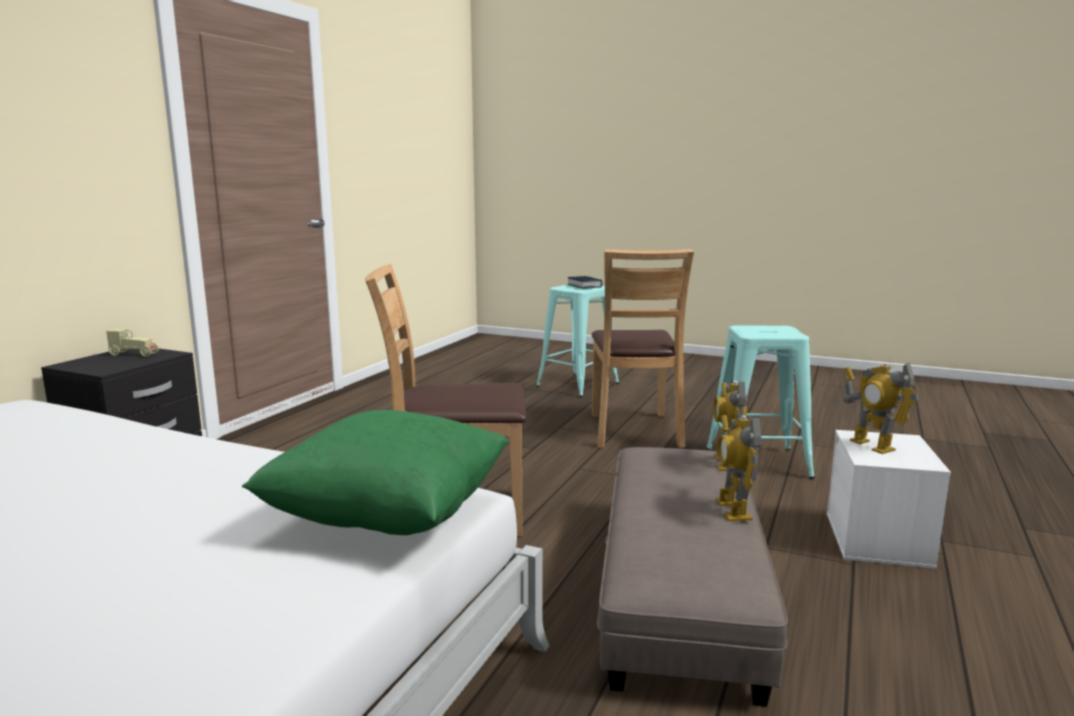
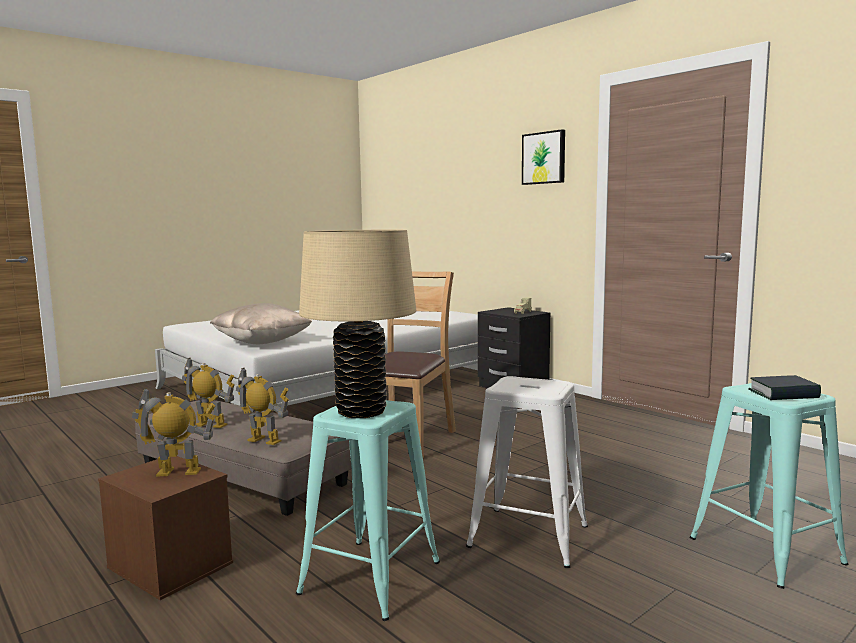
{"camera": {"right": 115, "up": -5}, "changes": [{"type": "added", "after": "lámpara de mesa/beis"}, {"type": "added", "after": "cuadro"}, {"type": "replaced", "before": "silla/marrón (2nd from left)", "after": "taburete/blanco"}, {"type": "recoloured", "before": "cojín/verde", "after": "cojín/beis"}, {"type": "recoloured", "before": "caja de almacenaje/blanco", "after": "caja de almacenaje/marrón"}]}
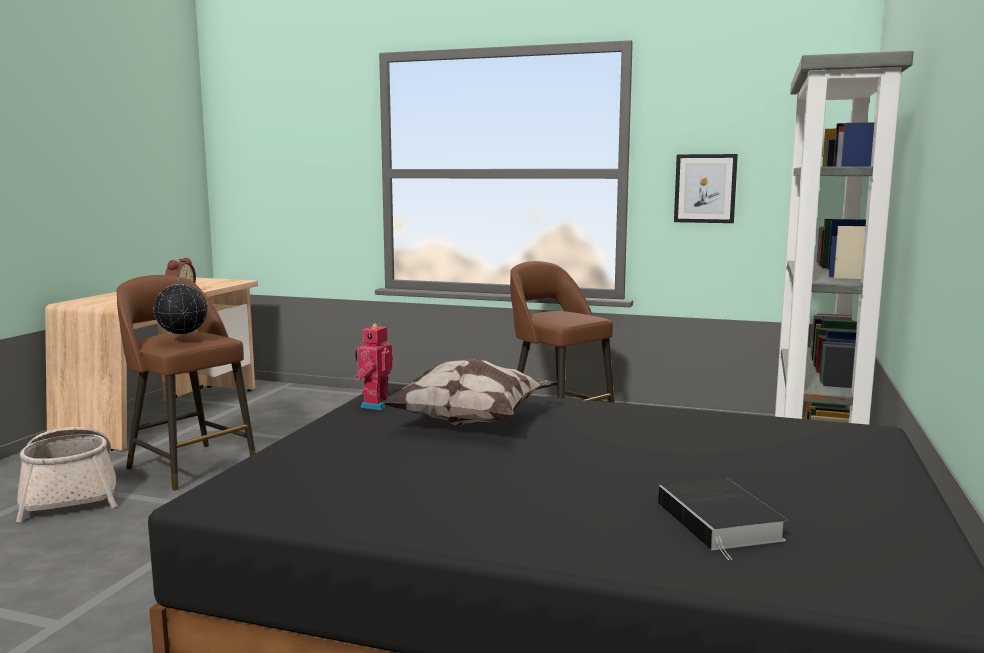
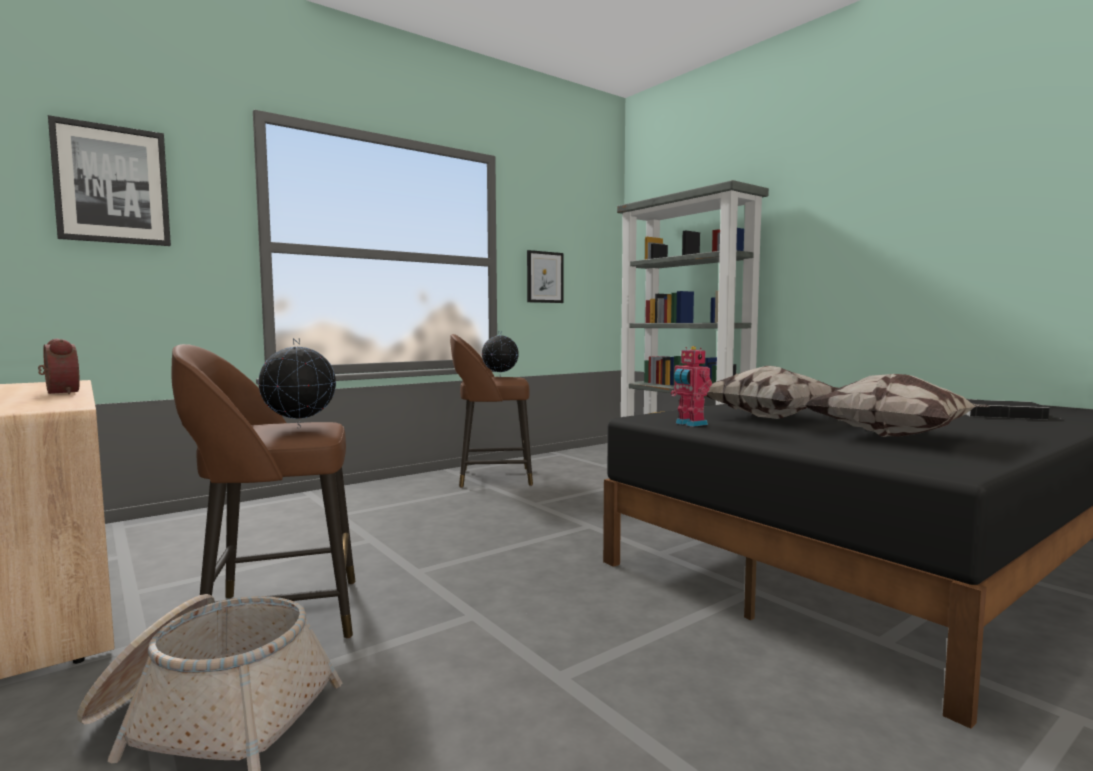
{"camera": {"right": -55, "up": -5}, "changes": [{"type": "added", "after": "cuadro (1st from left)"}, {"type": "added", "after": "globo terráqueo (2nd from left)"}, {"type": "added", "after": "cojín (2nd from left)"}]}
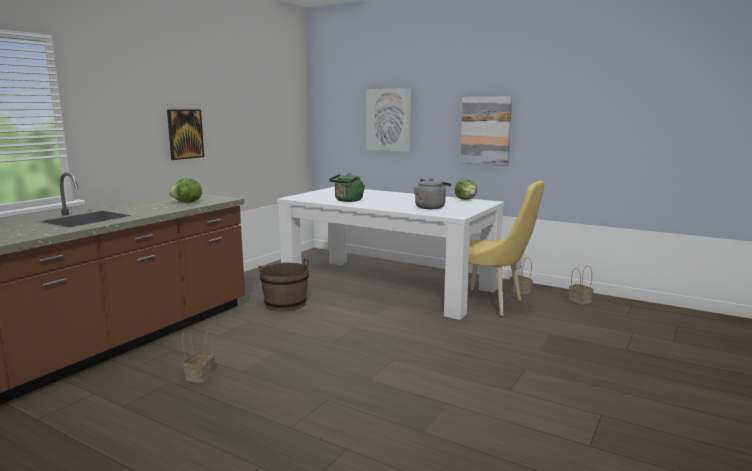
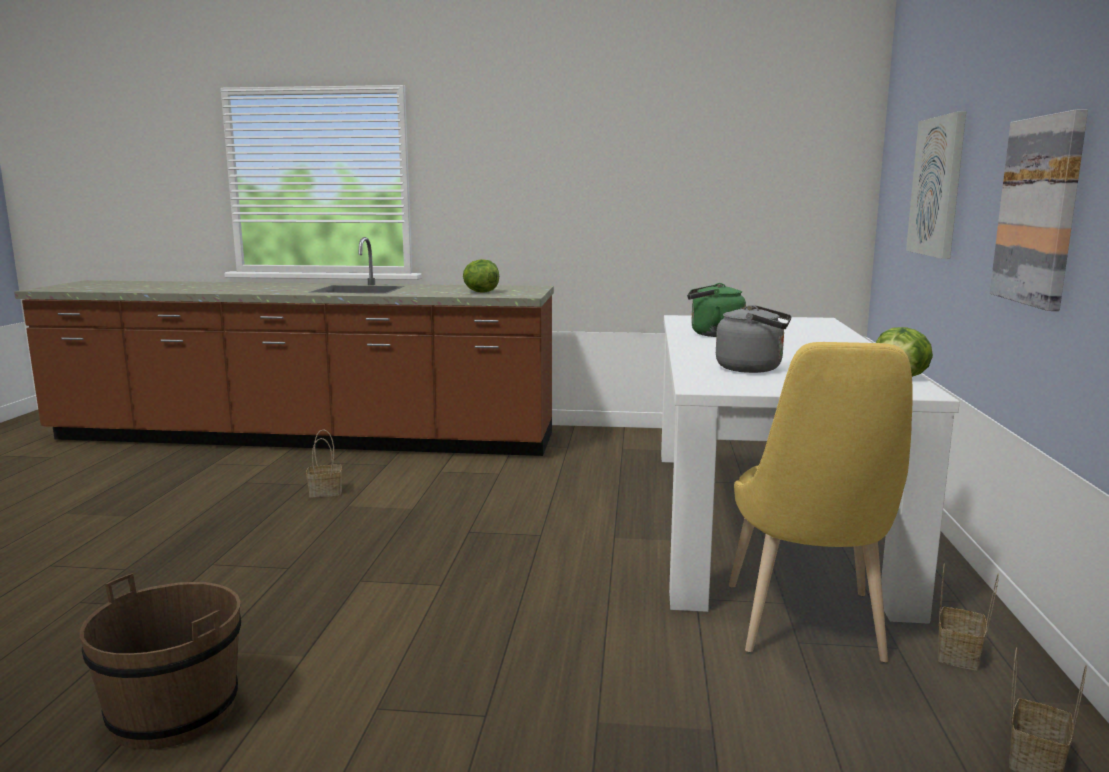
{"camera": {"right": 65, "up": 0}, "changes": [{"type": "removed", "before": "cuadro (1st from left)"}, {"type": "moved", "before": "cubo/marrón"}]}
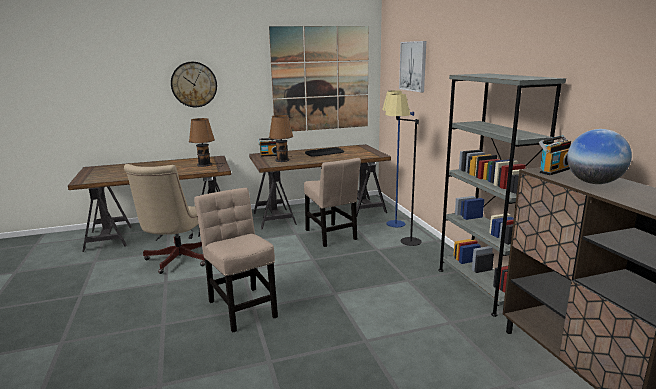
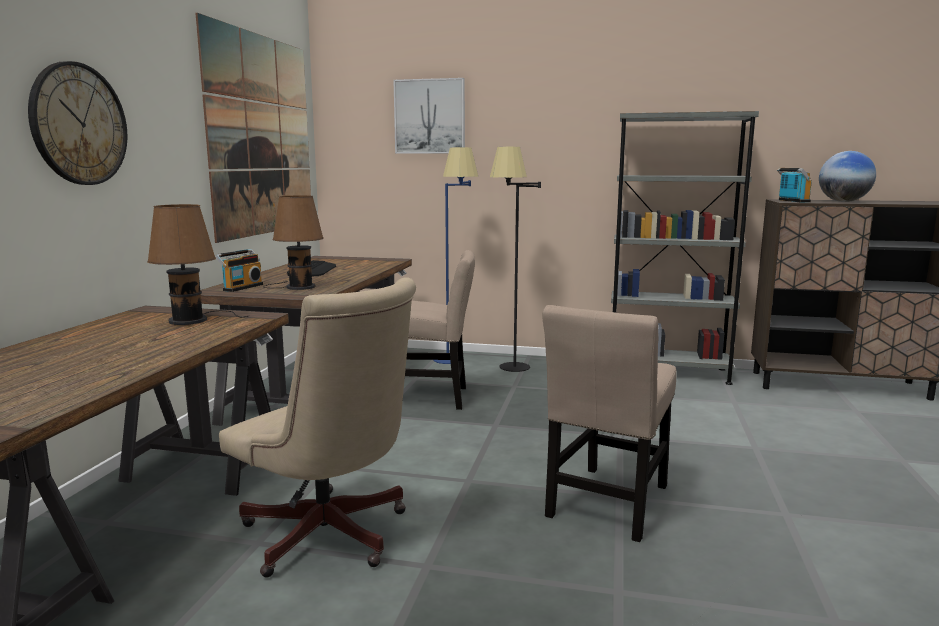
{"camera": {"right": -60, "up": -5}, "changes": [{"type": "turned", "before": "silla/beis (1st from left in the first image)", "turn": -60}]}
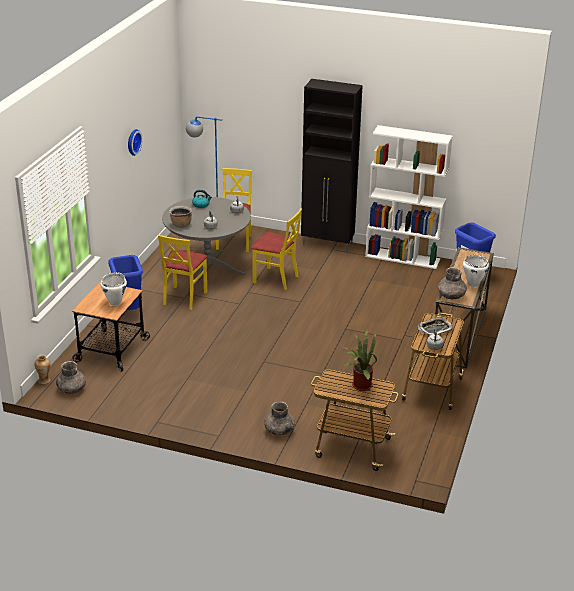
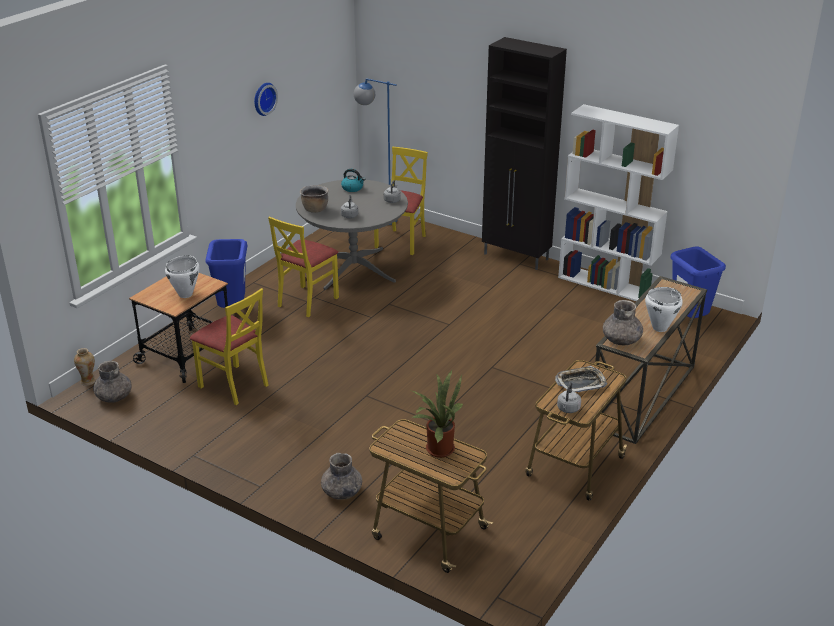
{"camera": {"right": 15, "up": 0}, "changes": [{"type": "moved", "before": "silla/amarillo (3rd from left in the first image)", "after": "silla/amarillo (1st from left)"}]}
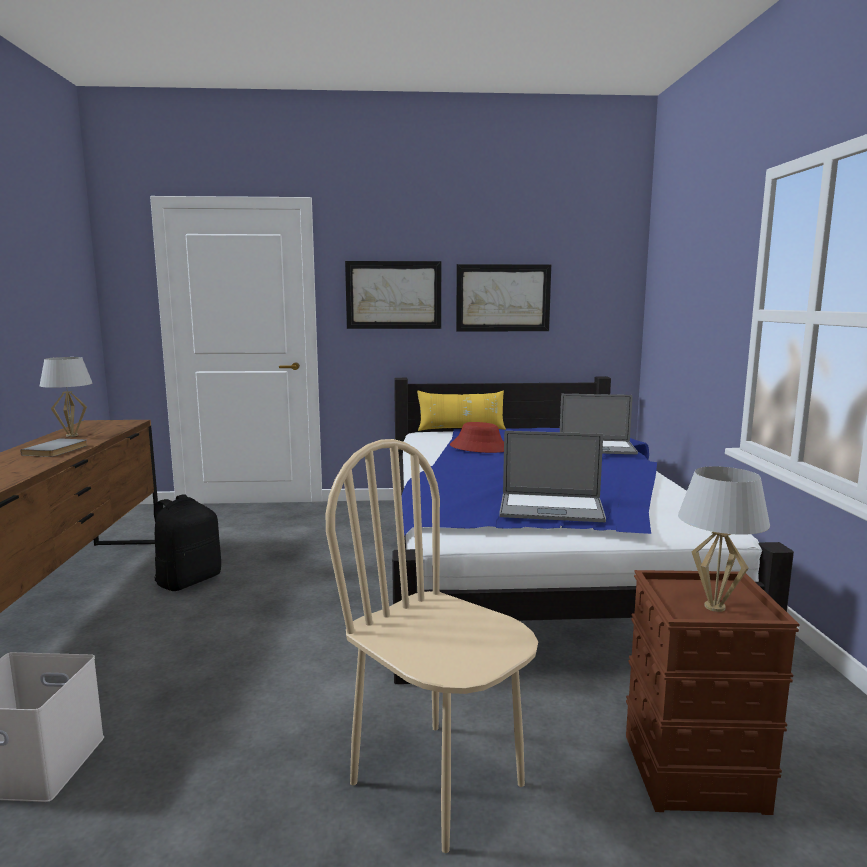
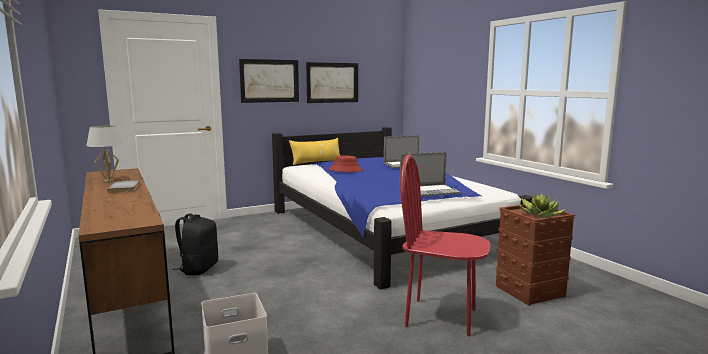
{"camera": {"right": -25, "up": 0}, "changes": [{"type": "replaced", "before": "lámpara de mesa/blanco (2nd from left)", "after": "planta en maceta"}, {"type": "recoloured", "before": "silla/beis", "after": "silla/rojo"}]}
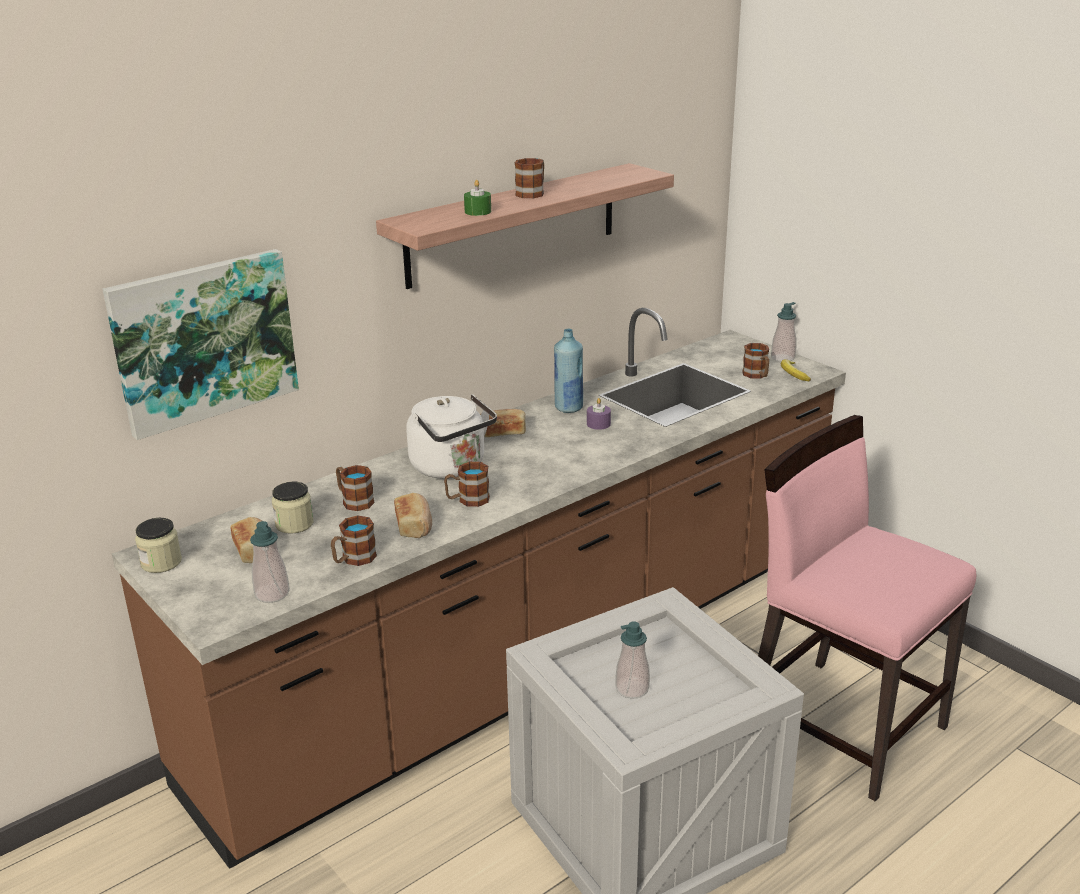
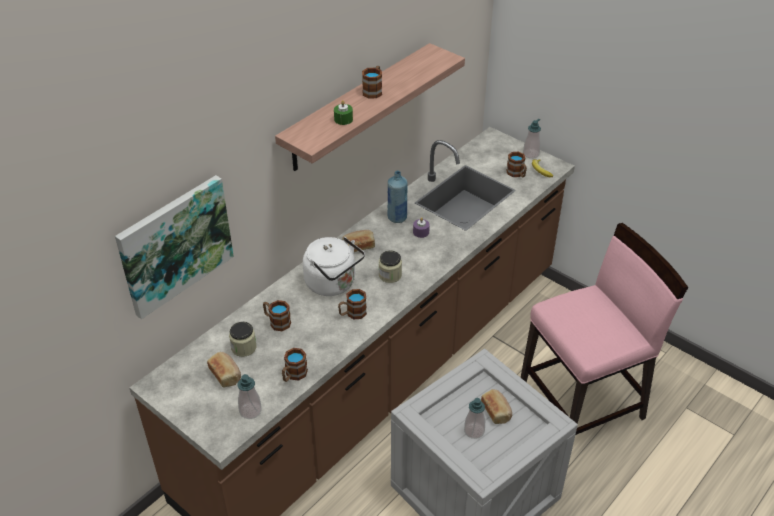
{"camera": {"right": -10, "up": 15}, "changes": [{"type": "moved", "before": "tarro (1st from left in the first image)", "after": "tarro (2nd from left)"}, {"type": "moved", "before": "pan (2nd from left in the first image)", "after": "pan (3rd from left)"}, {"type": "turned", "before": "silla/rosa", "turn": 120}]}
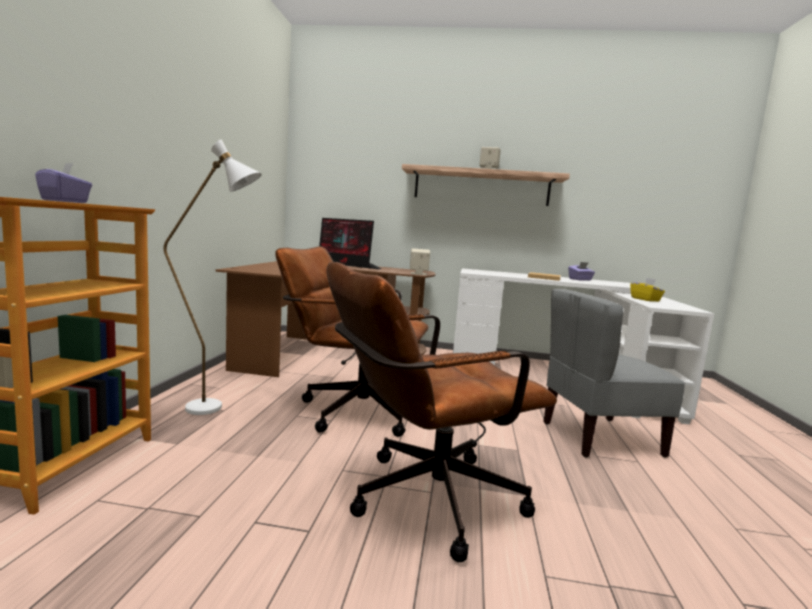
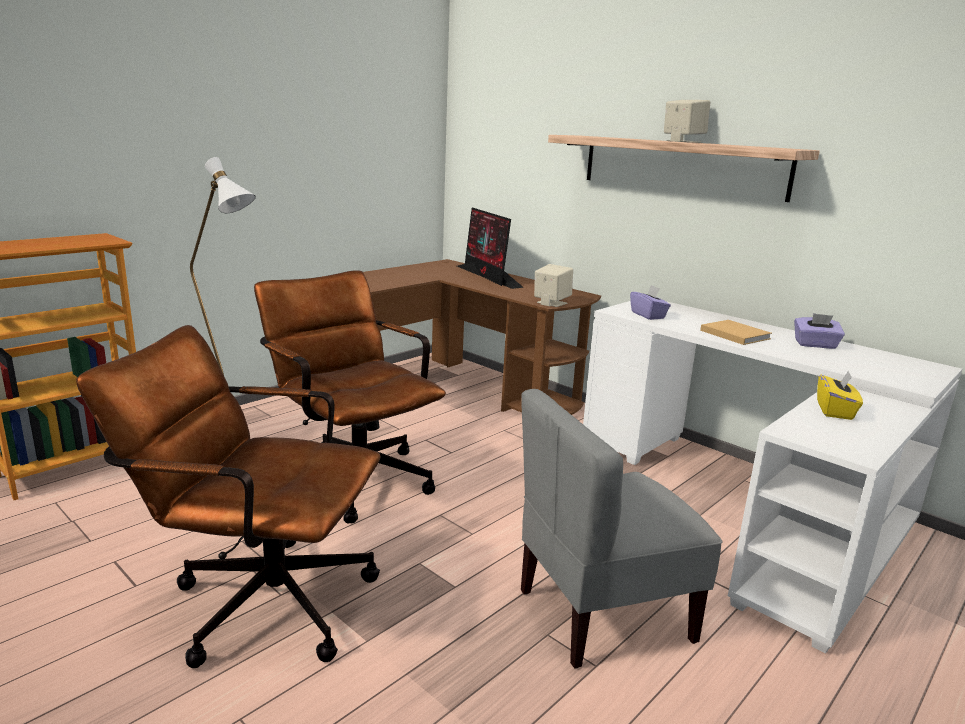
{"camera": {"right": 35, "up": 10}, "changes": [{"type": "moved", "before": "caja de pañuelos/morado (1st from left)"}, {"type": "turned", "before": "silla/gris", "turn": -45}]}
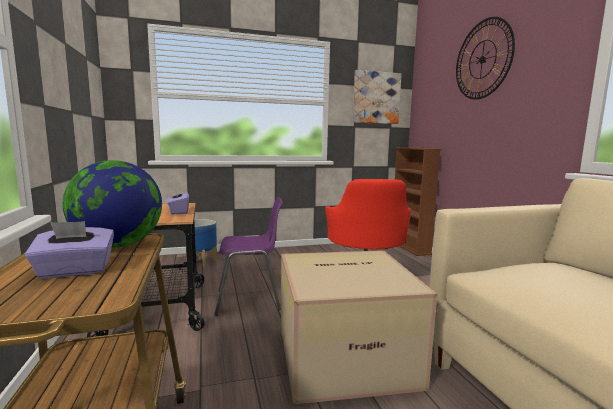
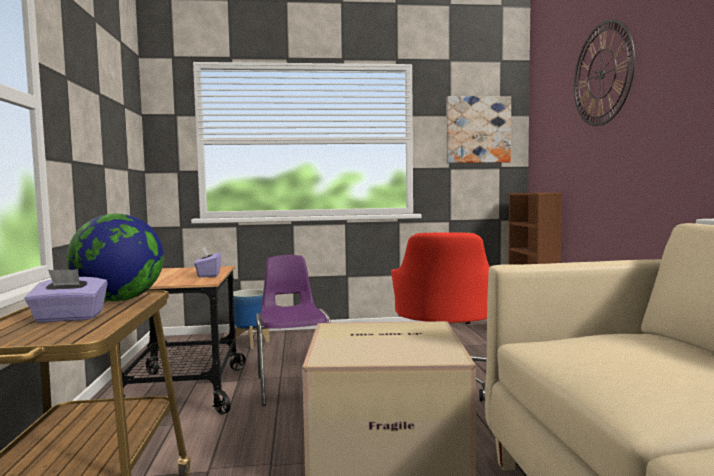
{"camera": {"right": 10, "up": -5}, "changes": [{"type": "turned", "before": "silla/morado", "turn": -105}]}
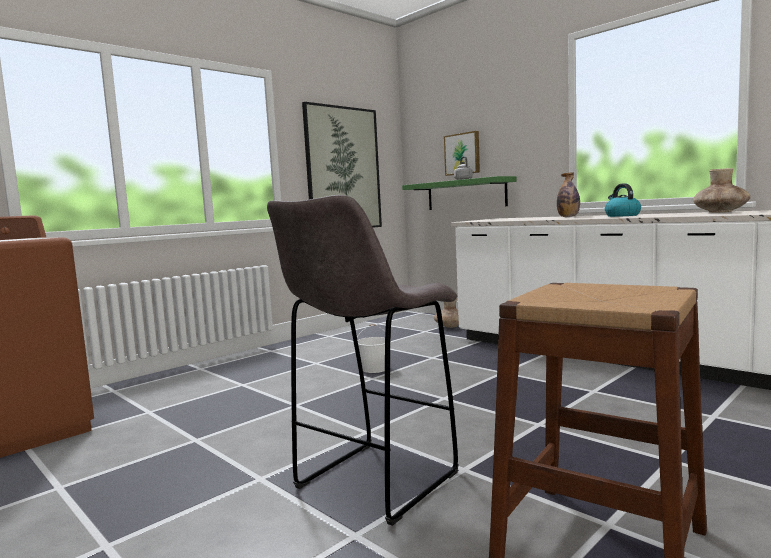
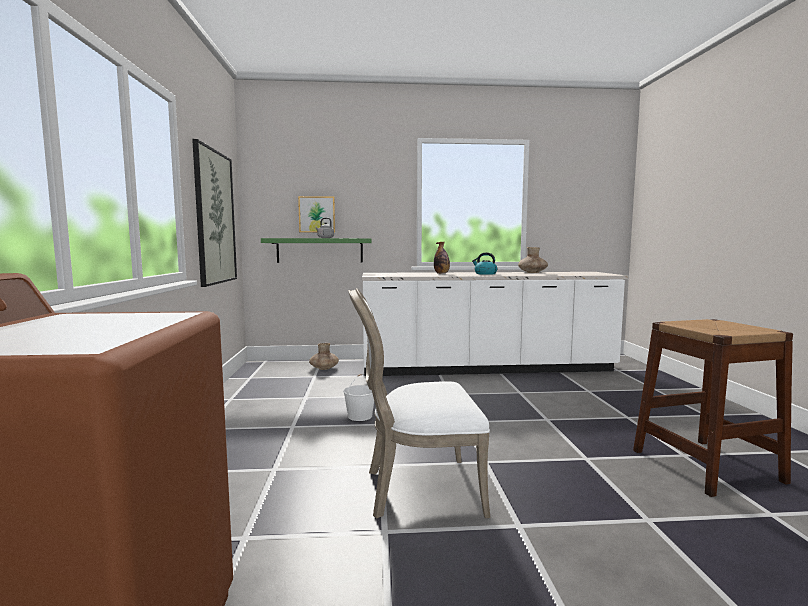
{"camera": {"right": -50, "up": 0}, "changes": [{"type": "removed", "before": "taburete/gris"}, {"type": "added", "after": "silla/blanco"}]}
